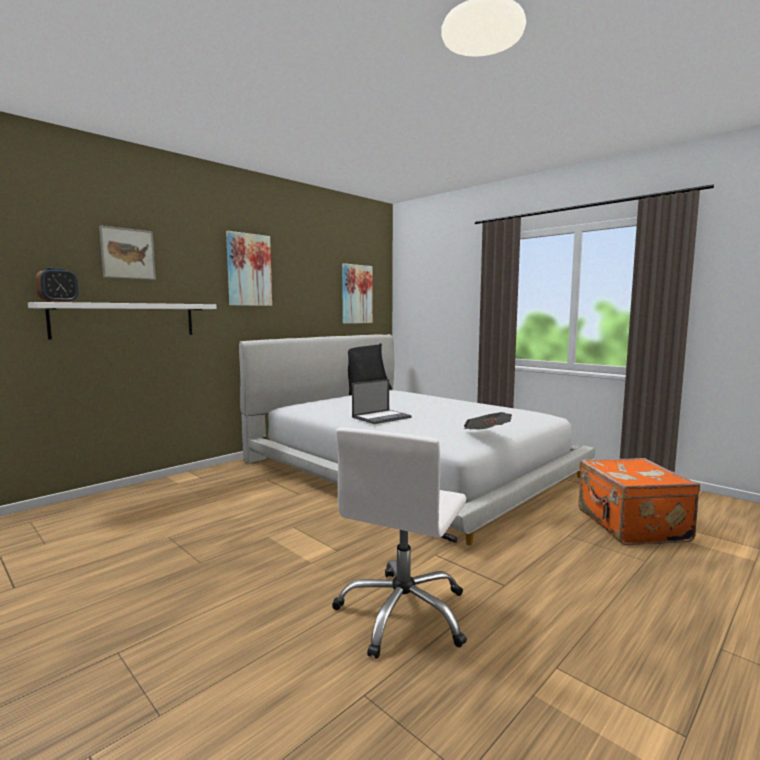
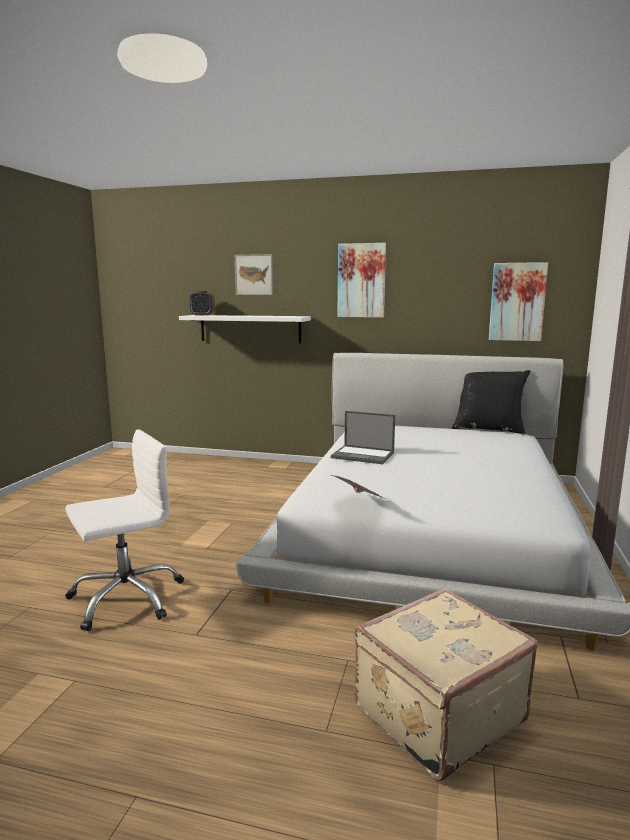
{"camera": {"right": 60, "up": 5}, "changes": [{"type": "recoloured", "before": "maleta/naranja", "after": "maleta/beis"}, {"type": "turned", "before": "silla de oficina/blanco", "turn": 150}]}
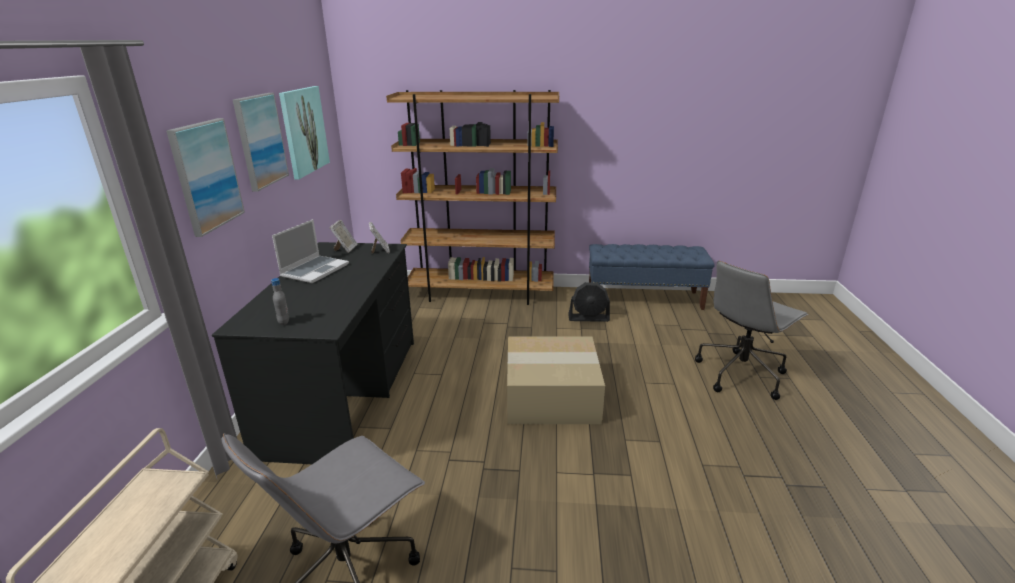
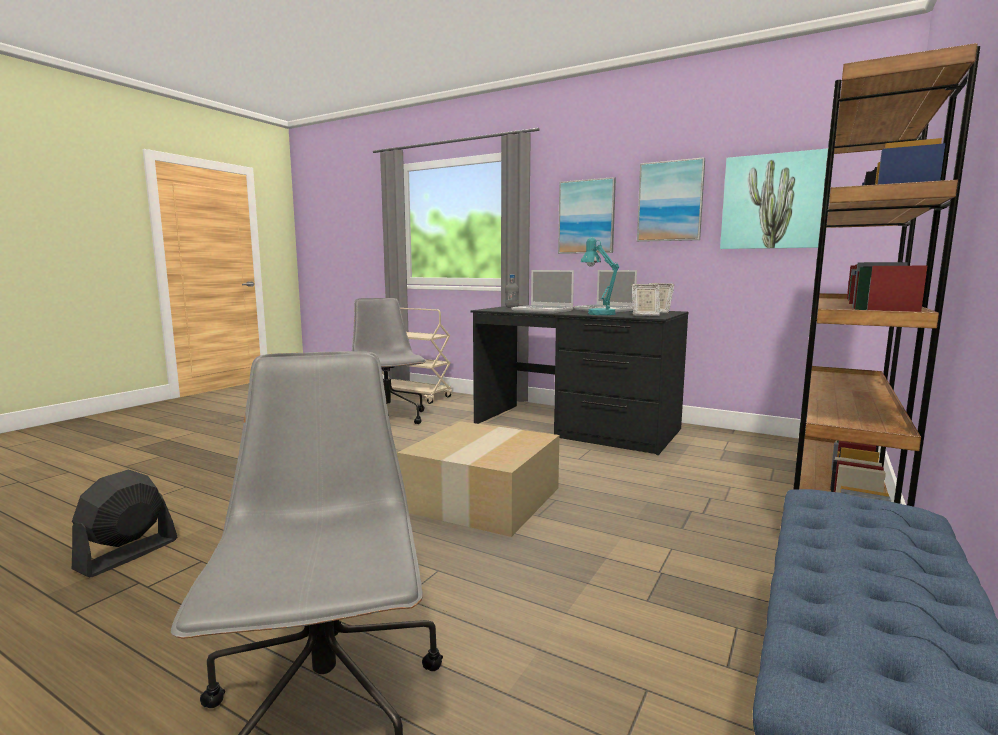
{"camera": {"right": 115, "up": -15}, "changes": [{"type": "added", "after": "portátil (1st from left)"}, {"type": "added", "after": "lámpara de mesa/turquesa"}, {"type": "moved", "before": "ventilador/negro"}]}
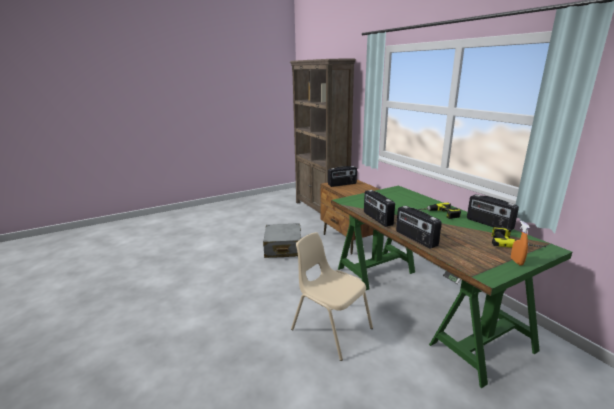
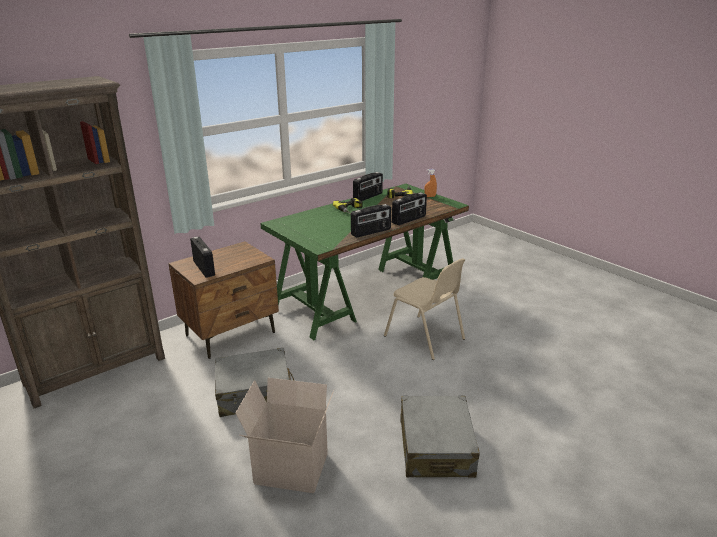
{"camera": {"right": -100, "up": 5}, "changes": [{"type": "added", "after": "caja de cartón"}, {"type": "added", "after": "maleta/gris (2nd from left)"}, {"type": "turned", "before": "silla/beis", "turn": -75}]}
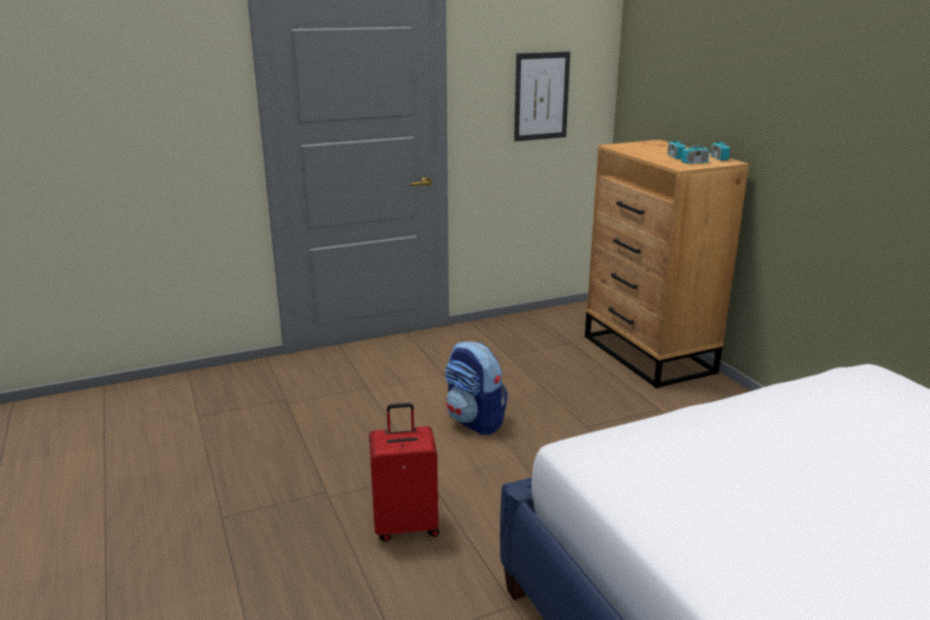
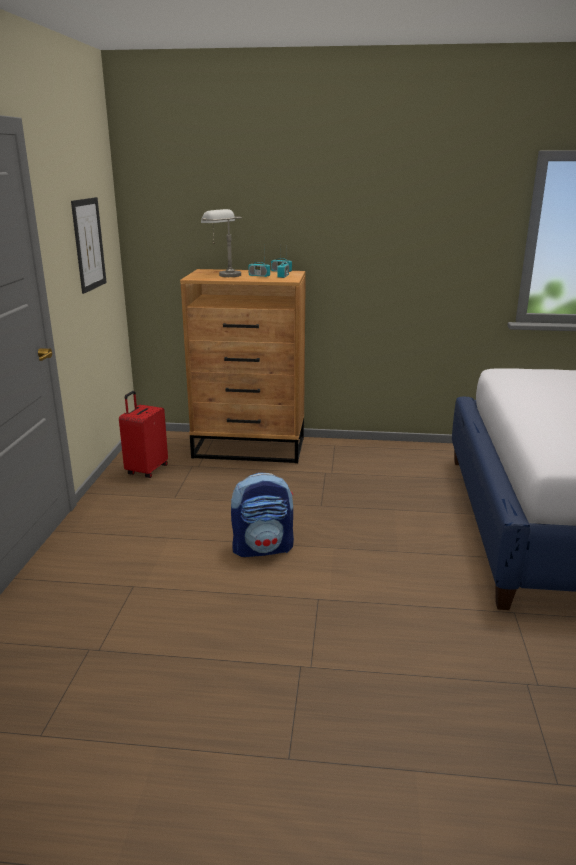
{"camera": {"right": -60, "up": 0}, "changes": [{"type": "added", "after": "lámpara de mesa/gris"}, {"type": "moved", "before": "maleta/rojo"}]}
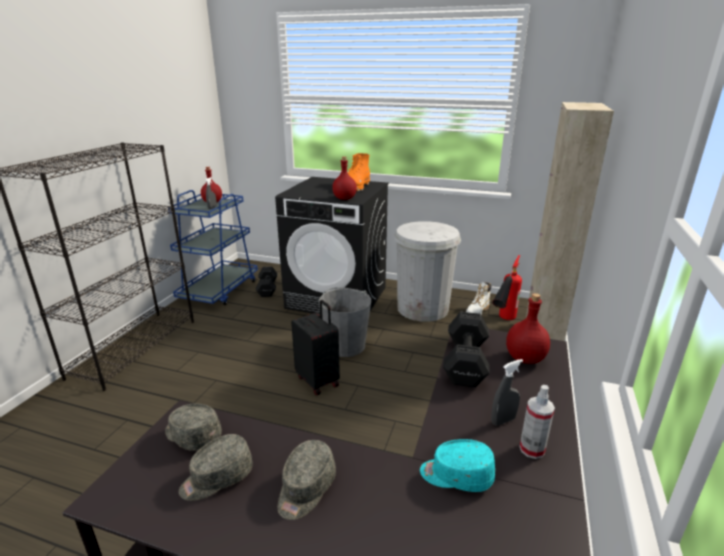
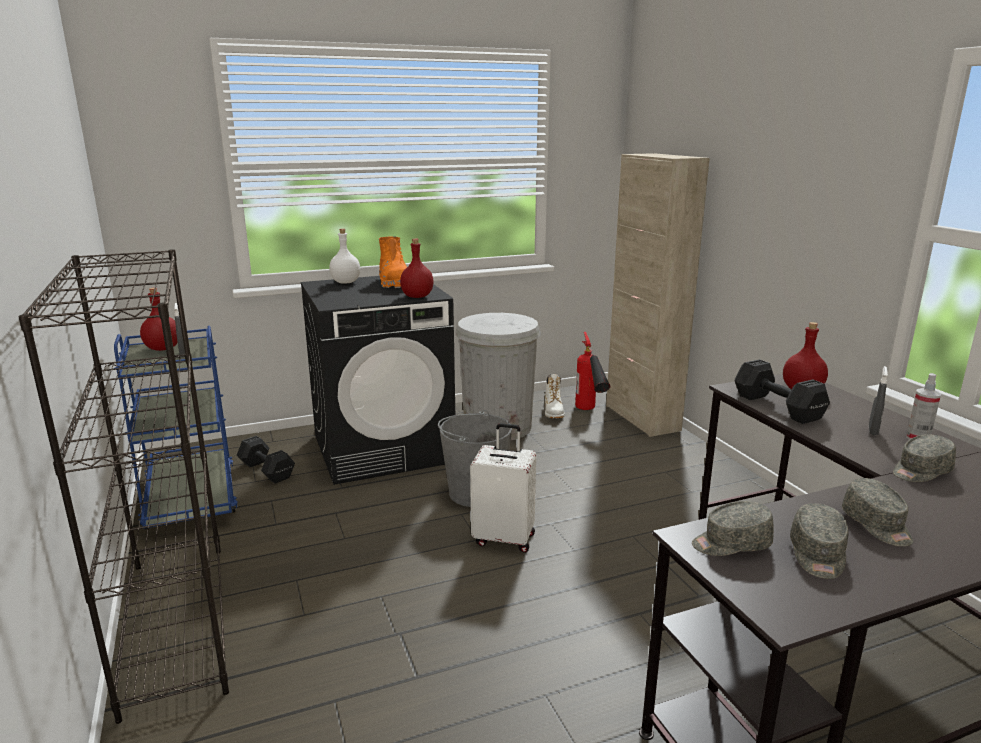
{"camera": {"right": -40, "up": -5}, "changes": [{"type": "added", "after": "botella/blanco"}, {"type": "recoloured", "before": "maleta/negro", "after": "maleta/blanco"}, {"type": "recoloured", "before": "gorra/turquesa", "after": "gorra/gris (4th from left)"}]}
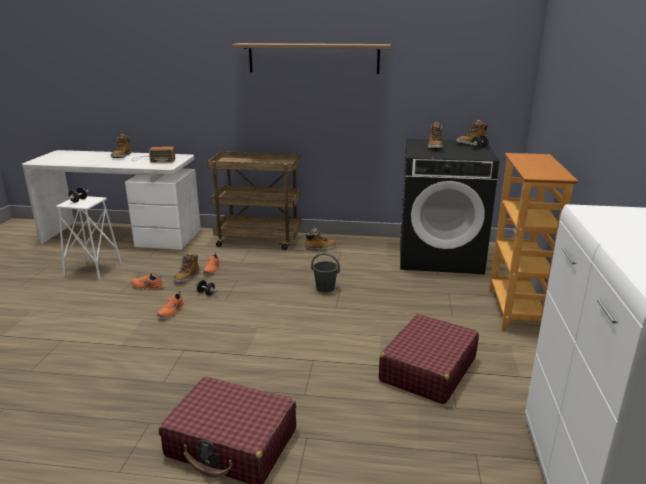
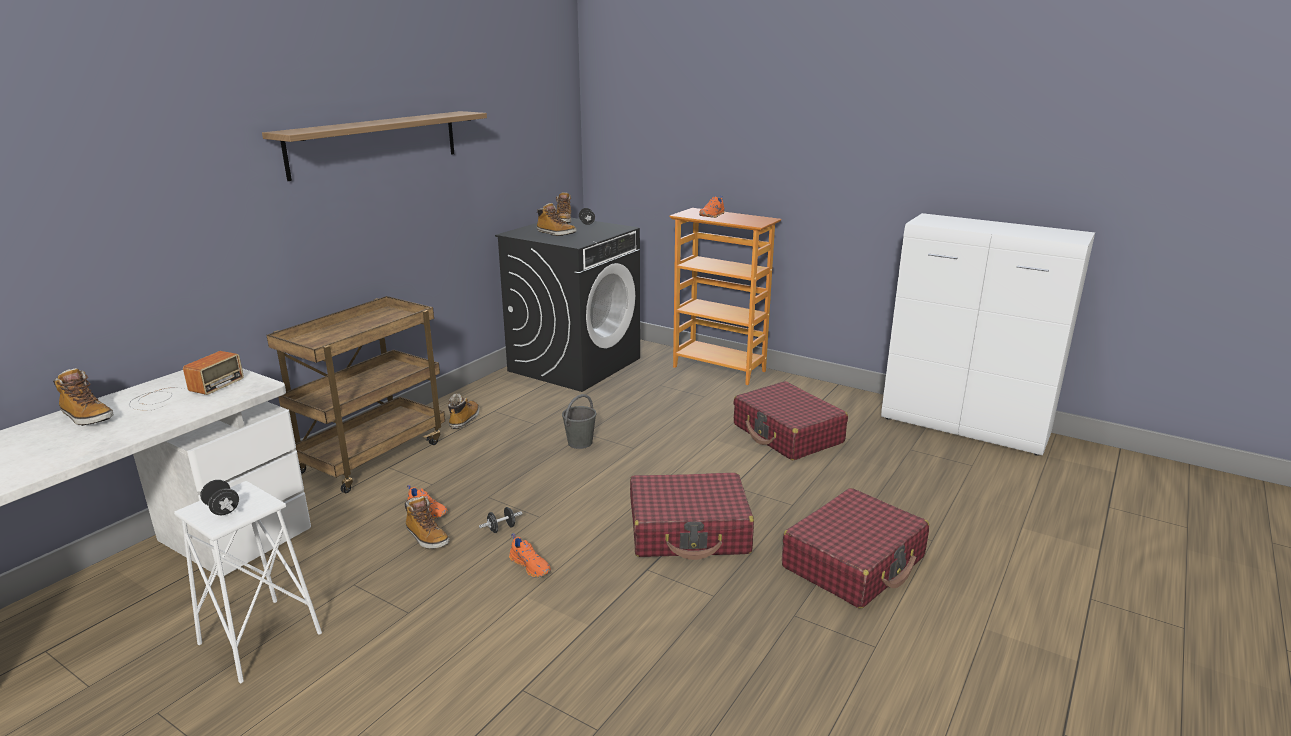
{"camera": {"right": -65, "up": 0}, "changes": [{"type": "added", "after": "maleta/rojo (1st from left)"}, {"type": "moved", "before": "zapato/naranja (1st from left in the first image)", "after": "zapato/naranja (3rd from left)"}]}
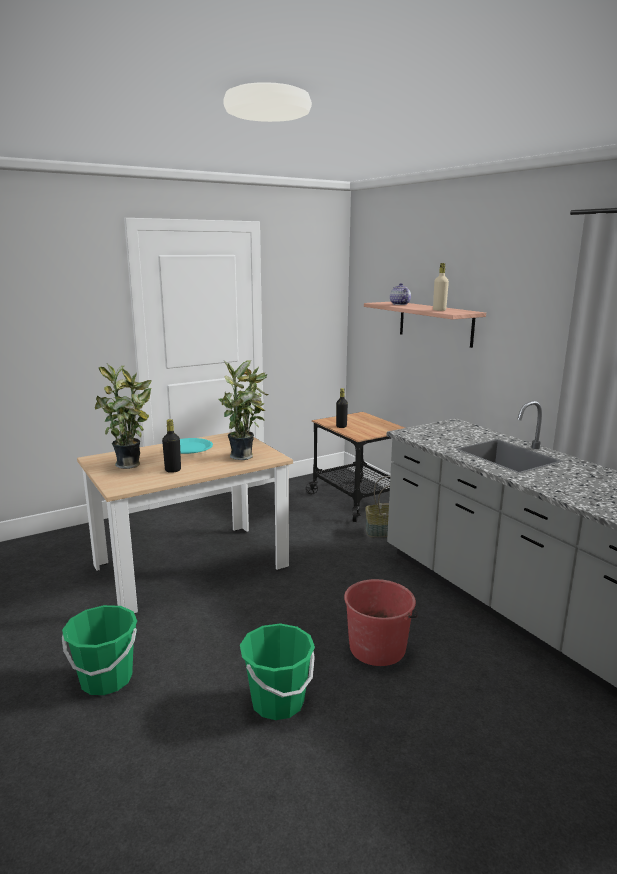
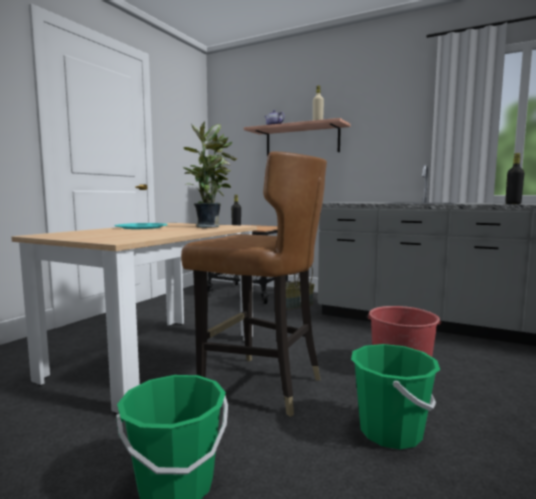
{"camera": {"right": -30, "up": -10}, "changes": [{"type": "removed", "before": "planta en maceta (1st from left)"}, {"type": "added", "after": "silla/marrón"}, {"type": "moved", "before": "botella/negro (1st from left in the first image)", "after": "botella/negro (2nd from left)"}]}
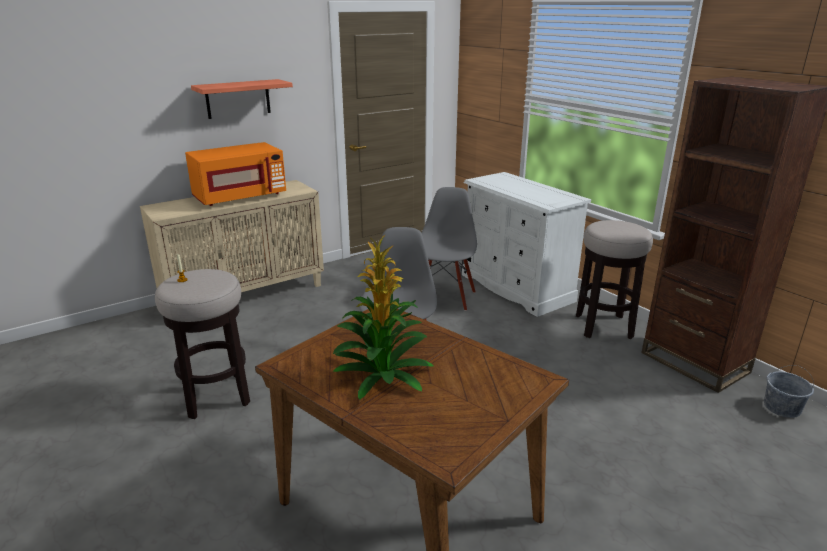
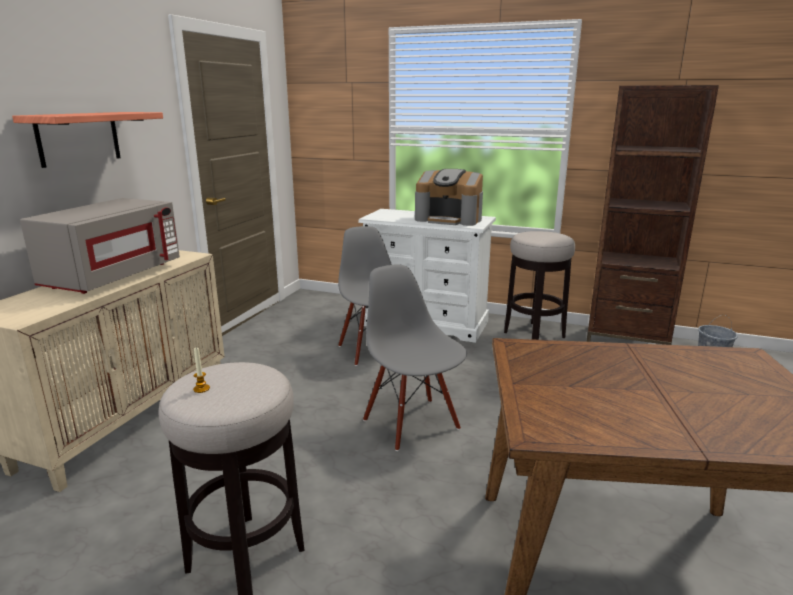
{"camera": {"right": -35, "up": -5}, "changes": [{"type": "removed", "before": "planta en maceta"}, {"type": "added", "after": "cafetera"}, {"type": "recoloured", "before": "microondas/naranja", "after": "microondas/gris"}]}
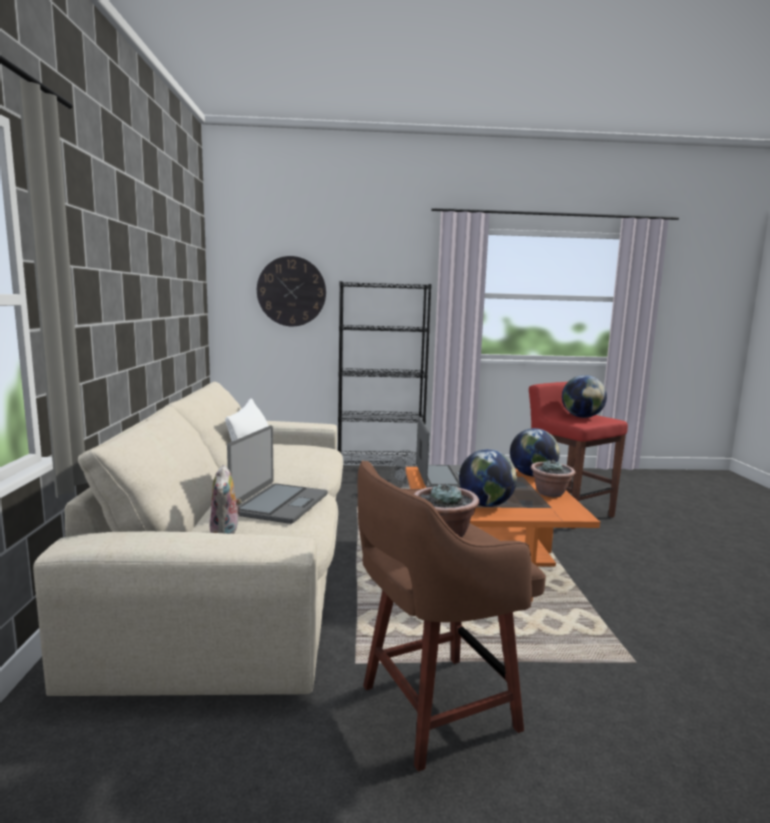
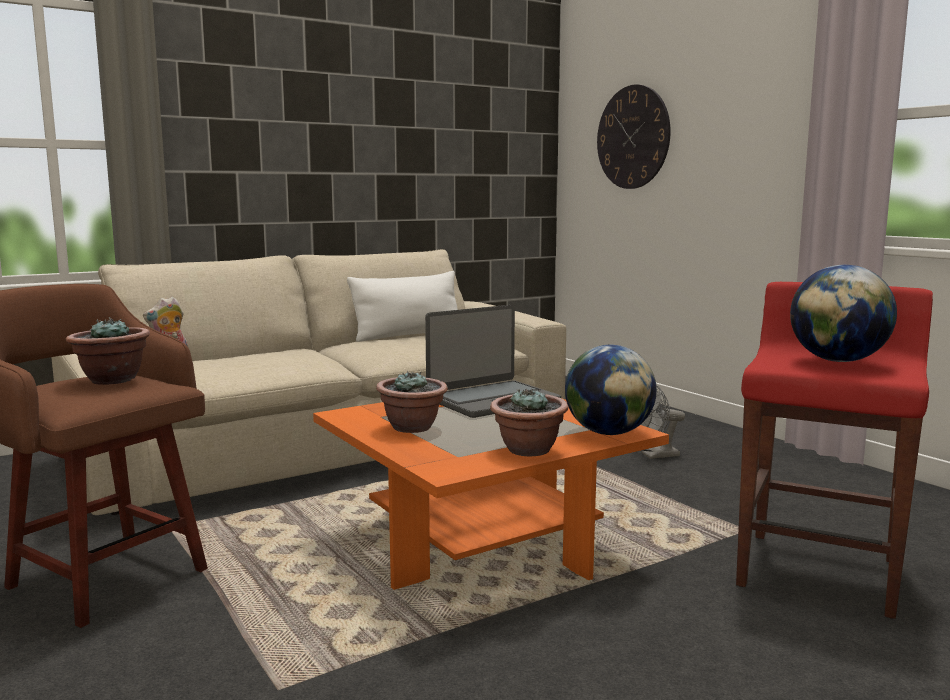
{"camera": {"right": 60, "up": 0}, "changes": [{"type": "removed", "before": "portátil (1st from left)"}, {"type": "removed", "before": "estantería/negro"}, {"type": "replaced", "before": "globo terráqueo (1st from left)", "after": "planta en maceta (2nd from left)"}]}
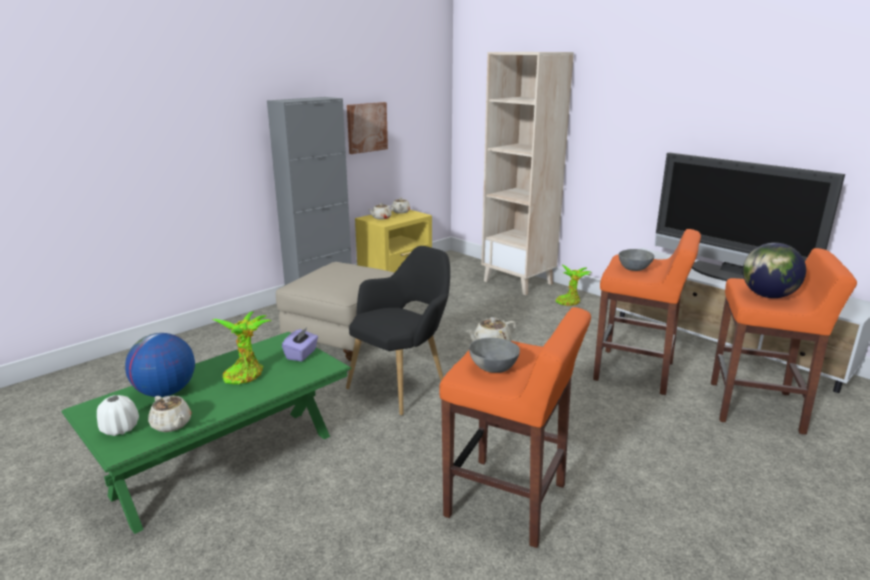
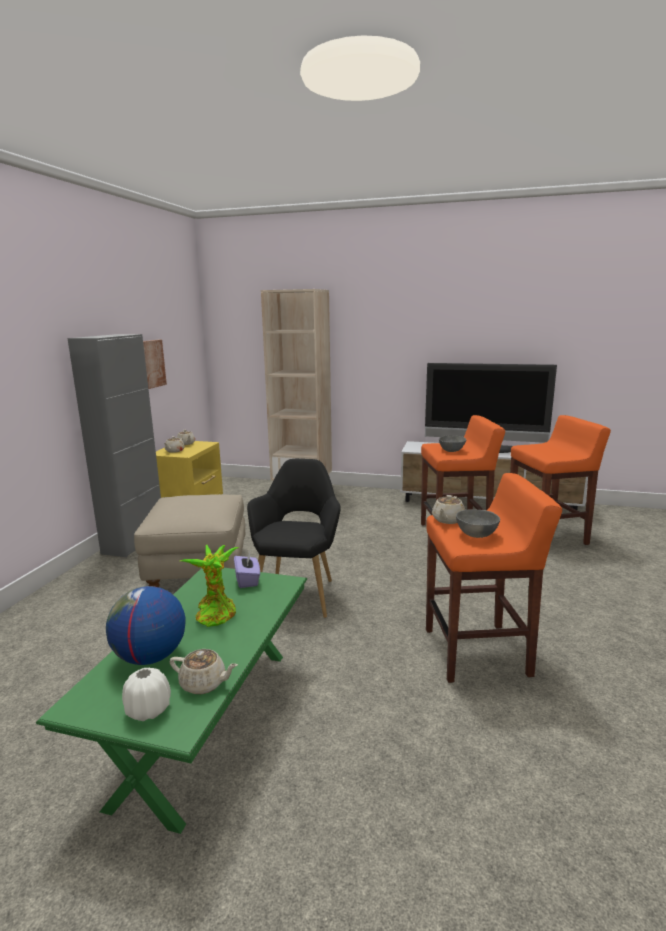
{"camera": {"right": -30, "up": -5}, "changes": [{"type": "removed", "before": "planta en maceta (2nd from left)"}, {"type": "removed", "before": "globo terráqueo (2nd from left)"}]}
